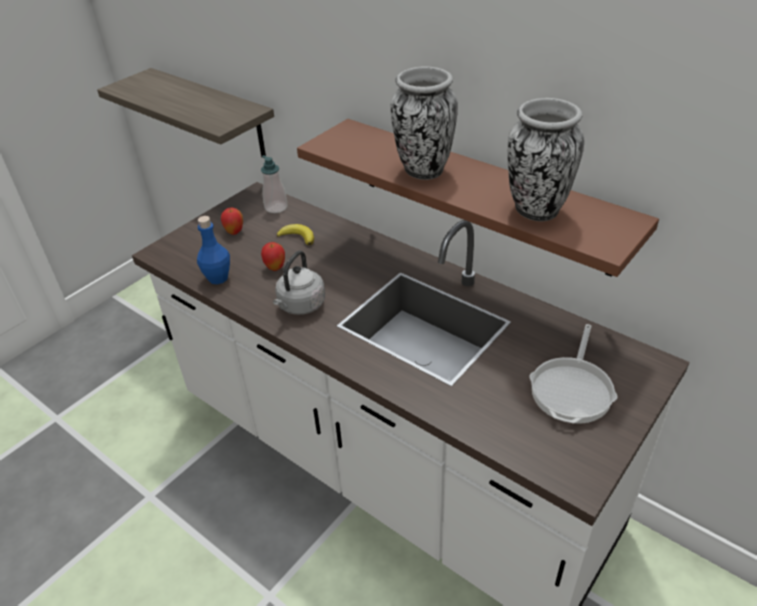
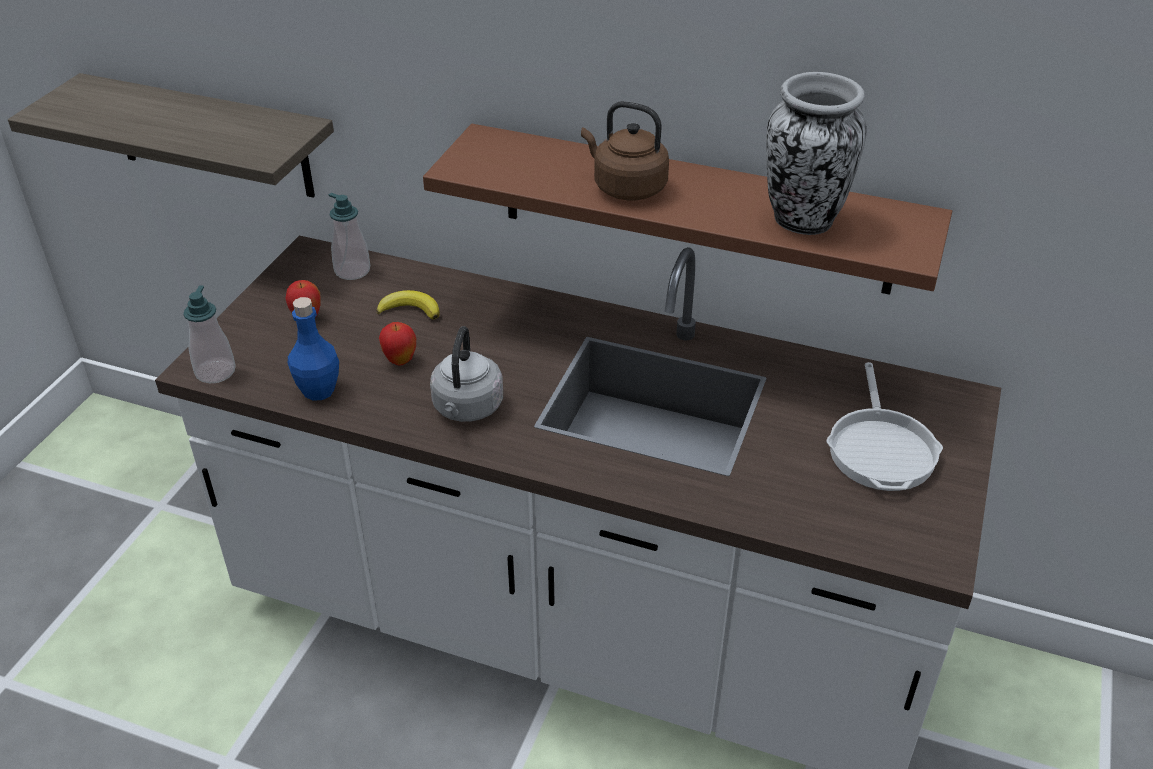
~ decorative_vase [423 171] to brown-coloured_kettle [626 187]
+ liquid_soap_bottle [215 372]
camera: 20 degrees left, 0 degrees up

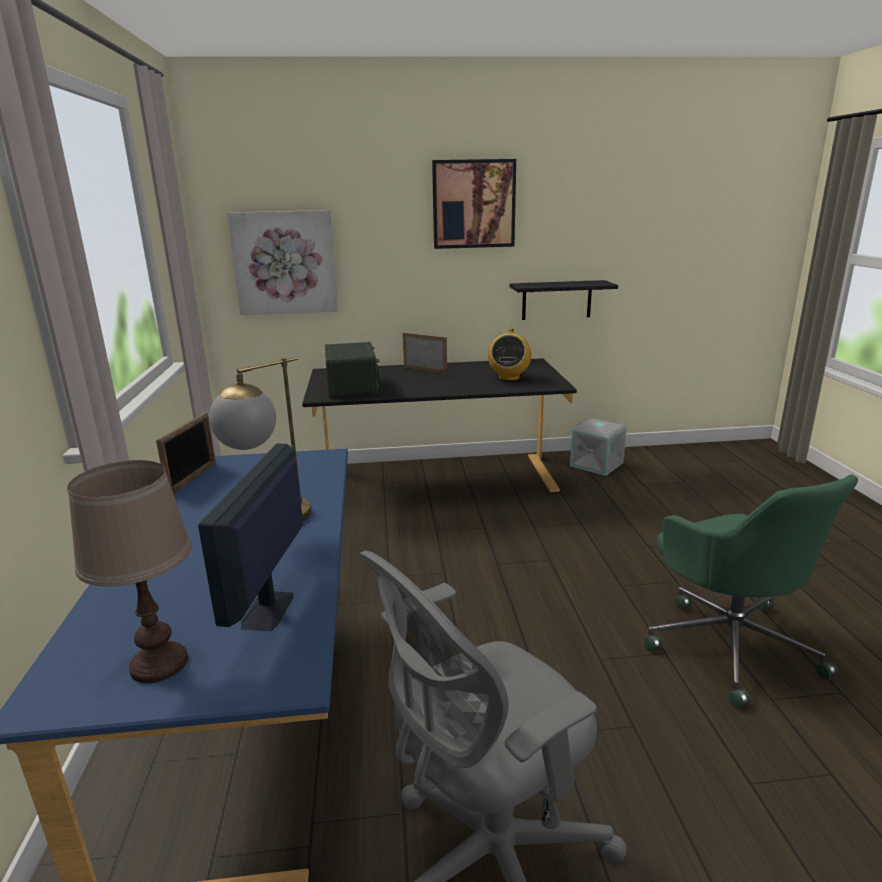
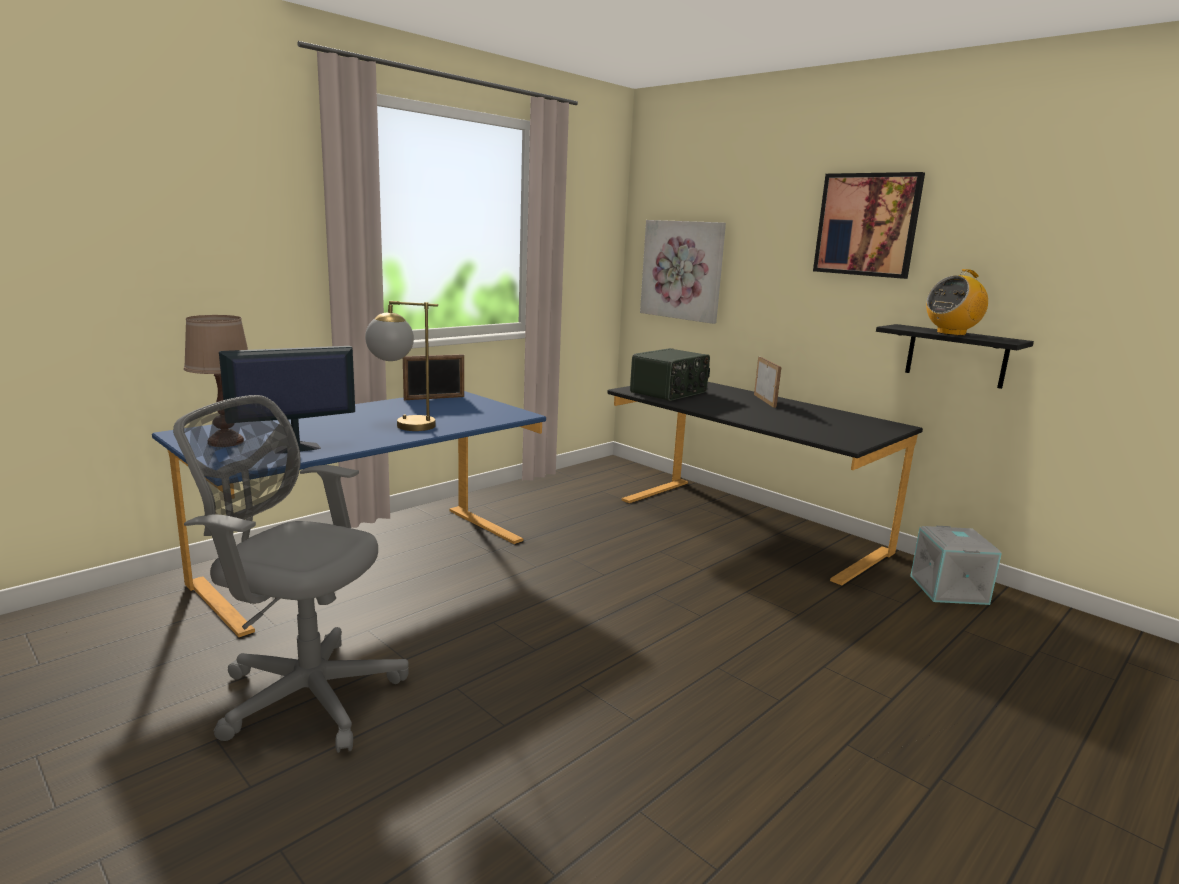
~ radio_set [509 377] to [951 333]
- greenish_computer_chair [729 643]
camera: 50 degrees right, 5 degrees down

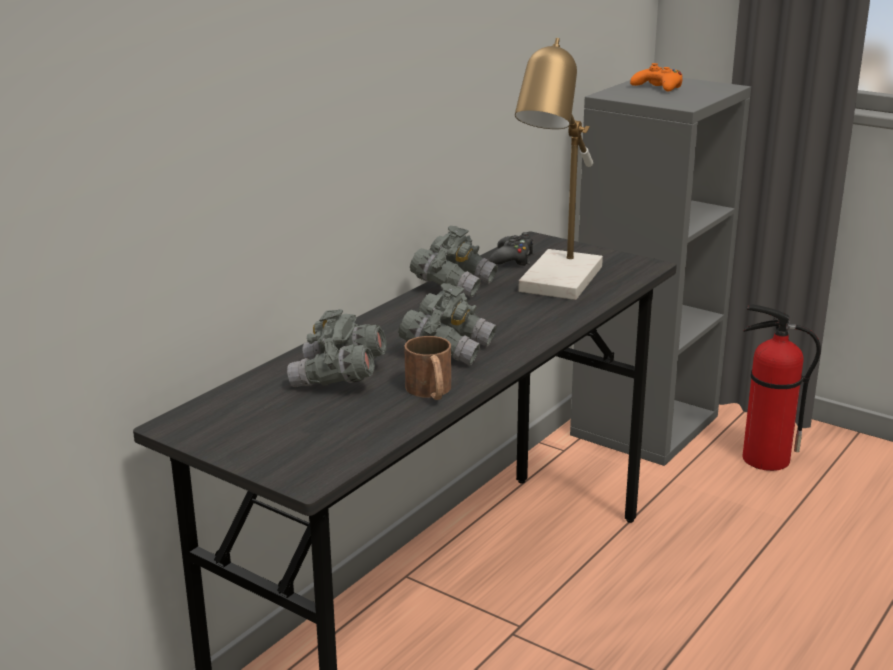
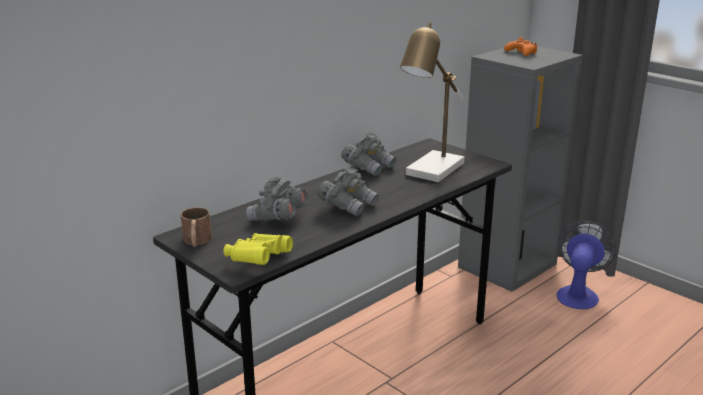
~ brown-coloured_tea_mug [431 392] to [196 242]
- black_game_controller [512 259]
~ fire-fighting_cylinder [764 459] to cooling_fan [578 293]
+ yellow_field_glasses [257 260]
camera: 10 degrees right, 0 degrees up

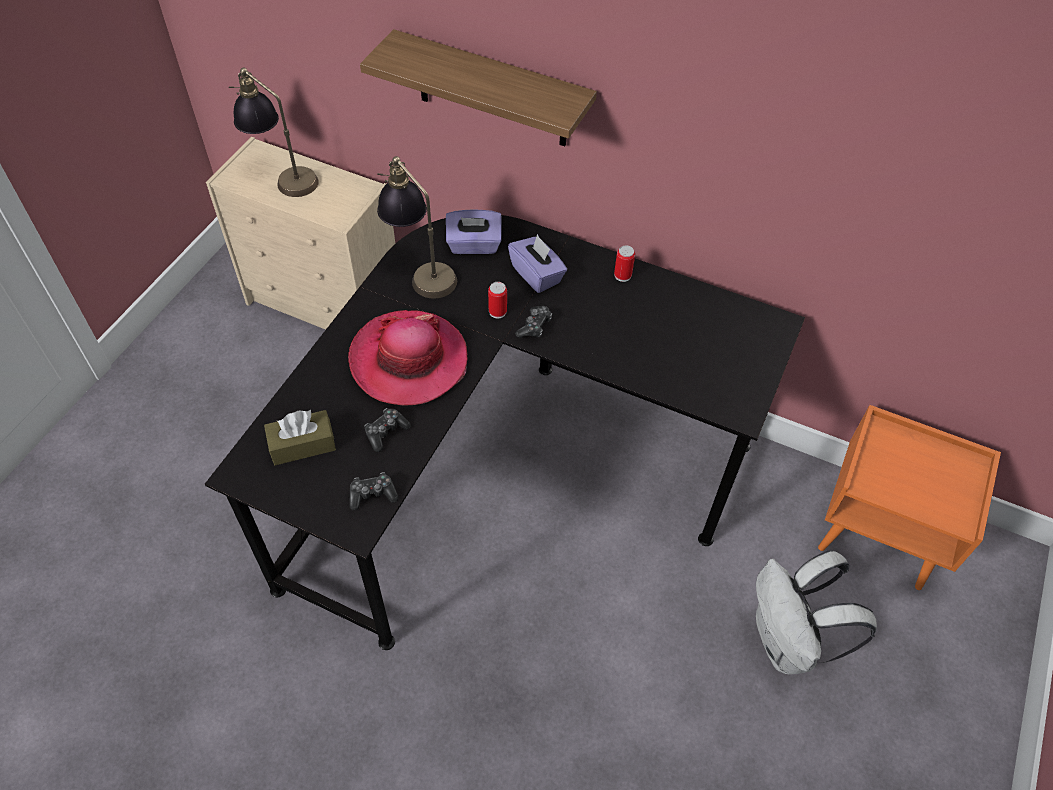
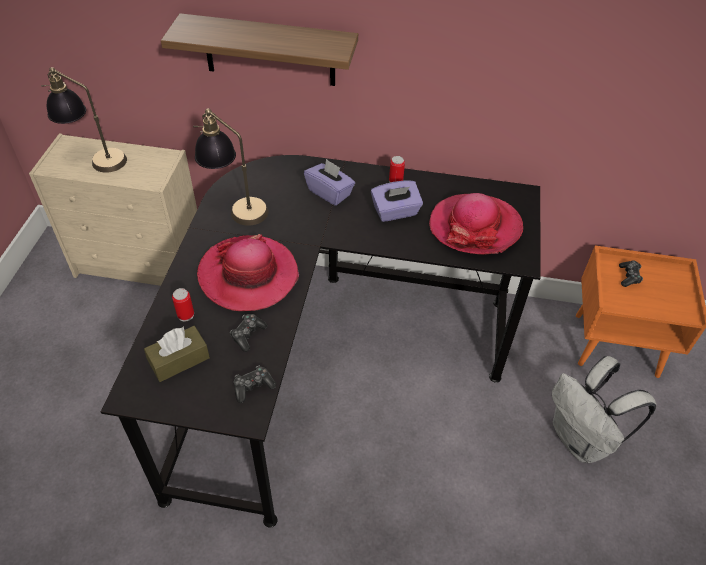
~ purplish_tissue_holder [474 245] to [395 212]
~ metal_can [497 312] to [186 315]
~ game_controller [534 326] to [629 276]
+ wearable_hat [475 226]
camera: 15 degrees left, 5 degrees down

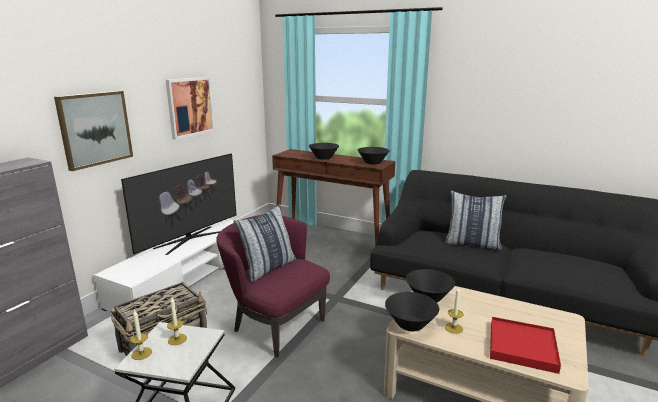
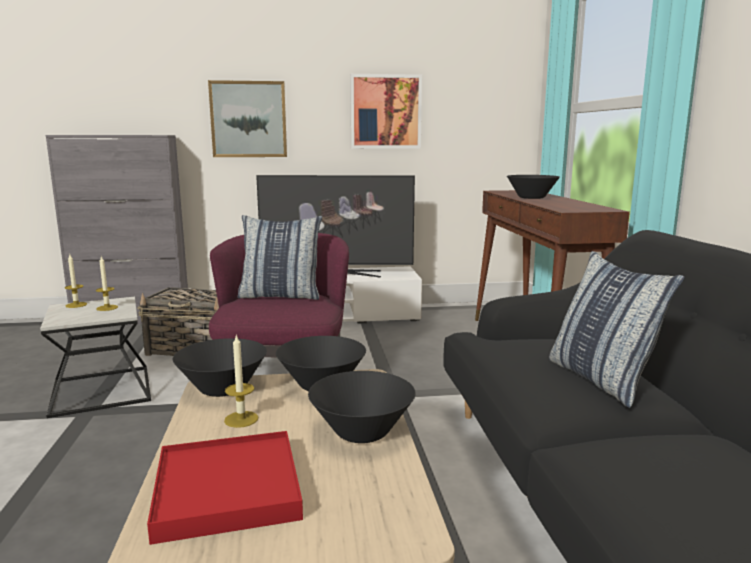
~ black_serving_bowl [373 163] to [361 432]
camera: 55 degrees right, 5 degrees down

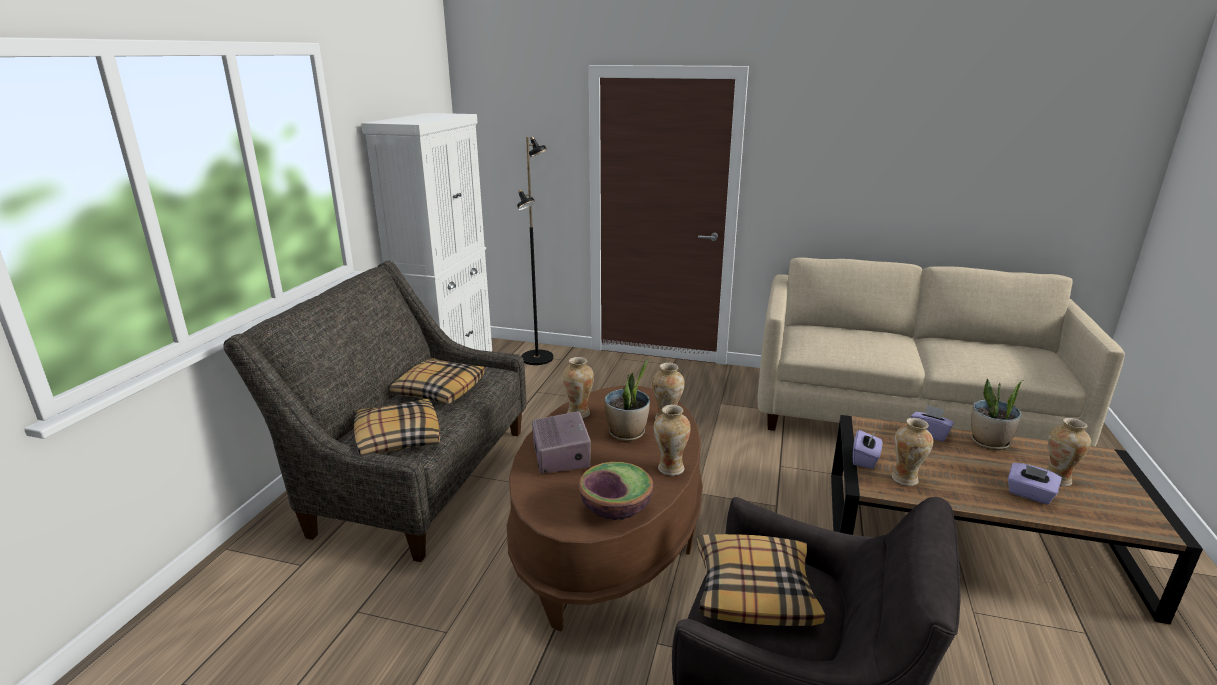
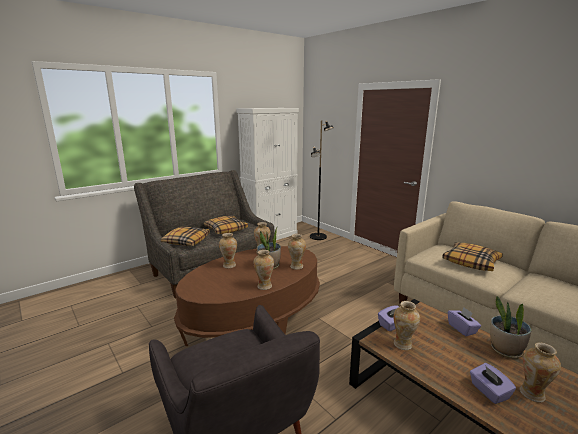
~ radio_set [561 455] to decorative_vase [229 265]
- serving_bowl [615 509]
~ cushion [754 590] to [471 262]
camera: 35 degrees right, 5 degrees down

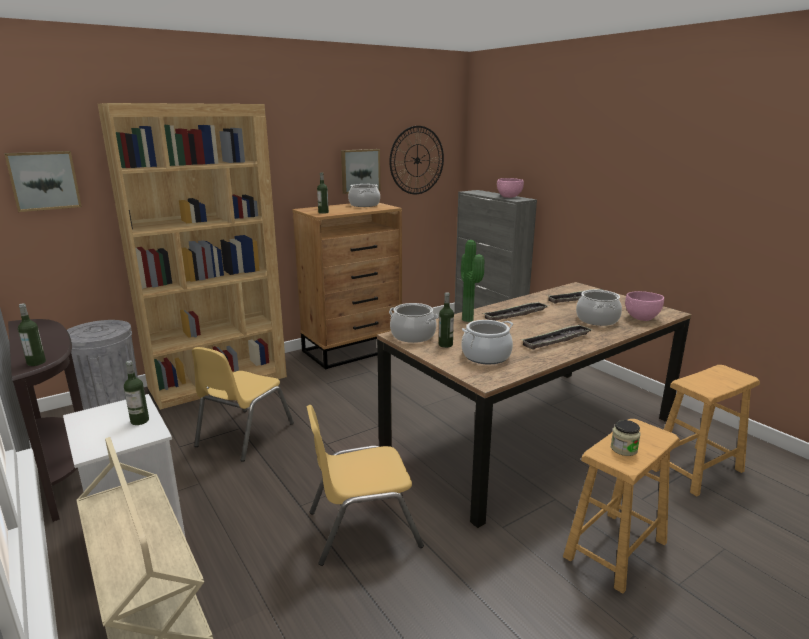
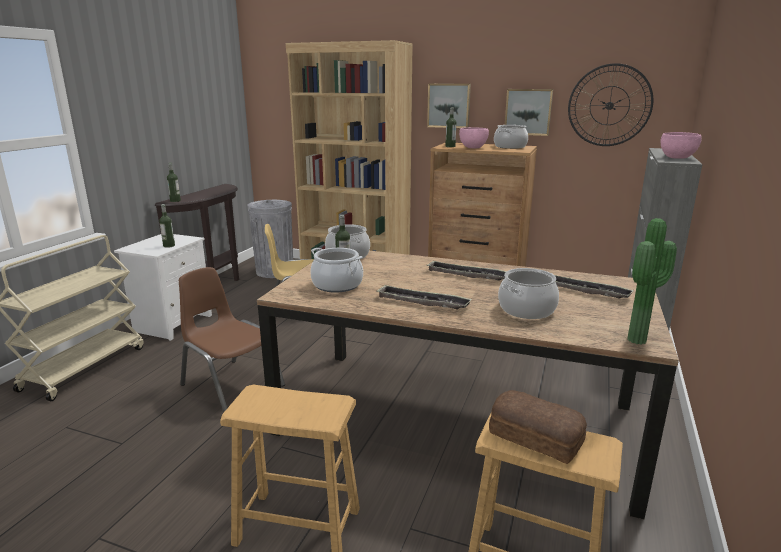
~ wall_art [44 180] to [449 105]
~ yellow_upright_chair [363 528] to brown-coloured_upright_chair [231 385]
~ potted_plant [469 319] to [640 341]
- jar [623 449]
~ pink-coloured_serving_bowl [641 318] to [473 147]
+ bakery_bread [535 436]
camera: 55 degrees right, 0 degrees up

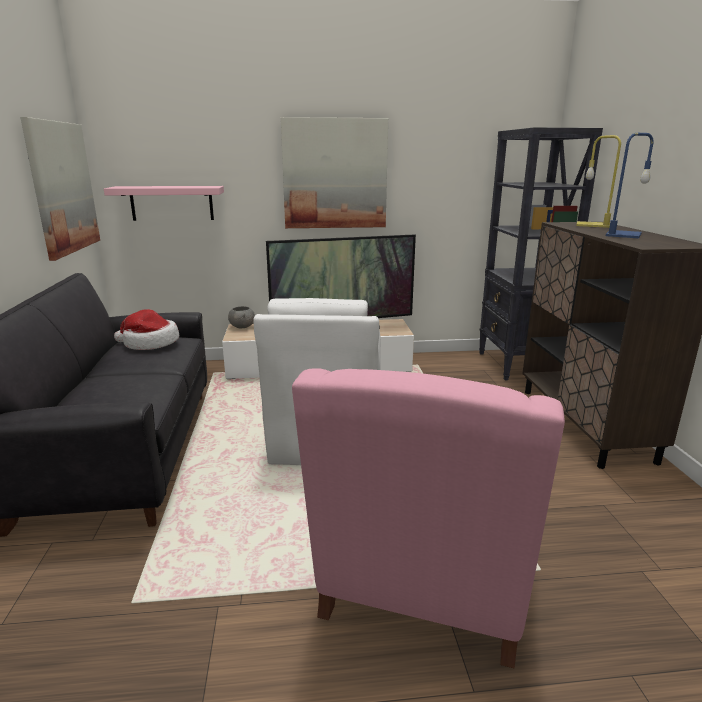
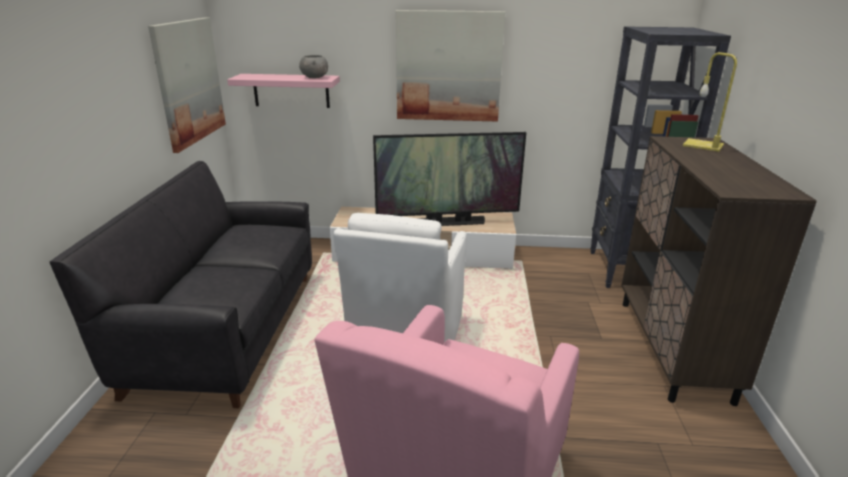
- wearable_hat [150 343]
~ greyish_serving_bowl [242 327] to [314 77]
- blue-coloured_lamp_for_a_table [624 235]
camera: 10 degrees right, 5 degrees up

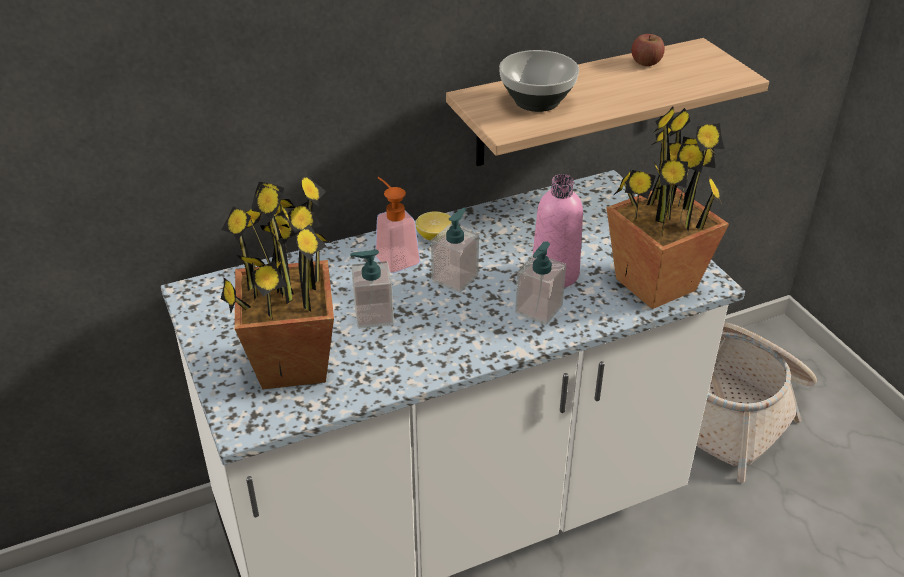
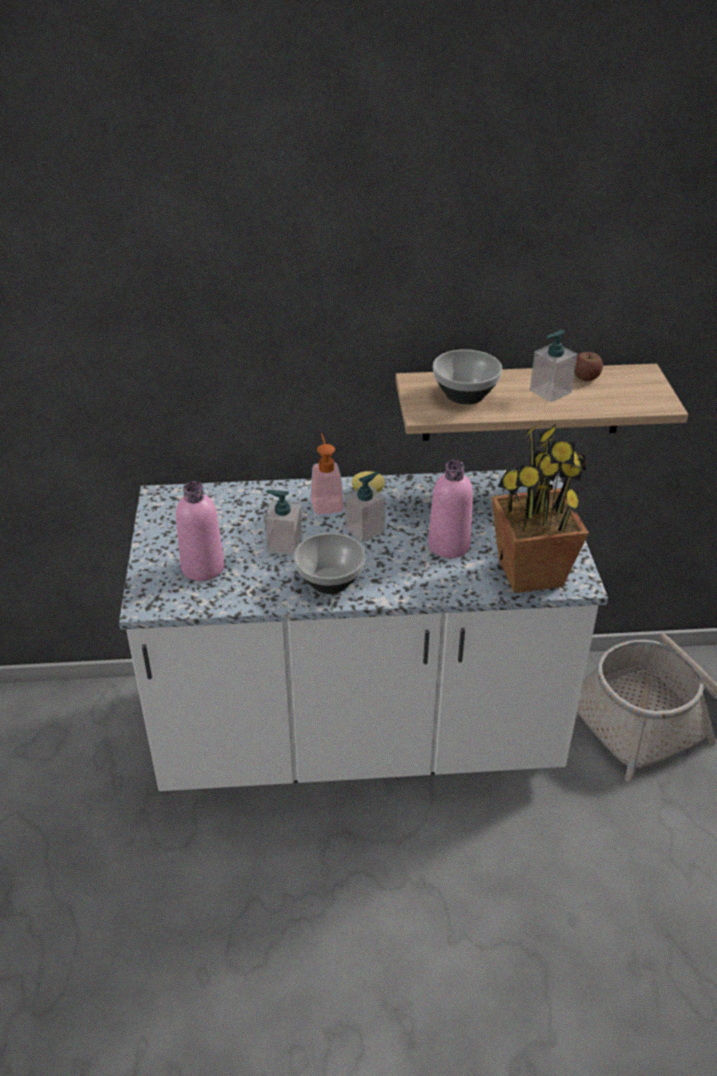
~ potted_plant [291 364] to pink-coloured_drink_bottle [203 568]
~ liquid_soap_bottle [538 309] to [550 392]
+ serving_bowl [331 581]
camera: 20 degrees right, 0 degrees up

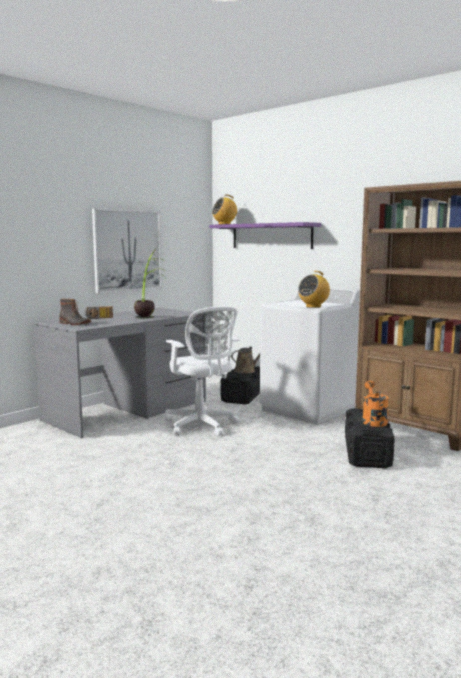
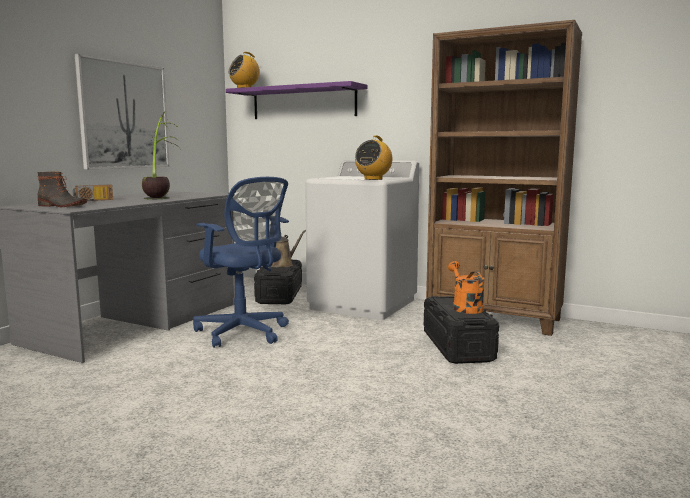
~ white_computer_chair [201 426] to blue-coloured_computer_chair [244 333]
camera: 15 degrees left, 0 degrees up

